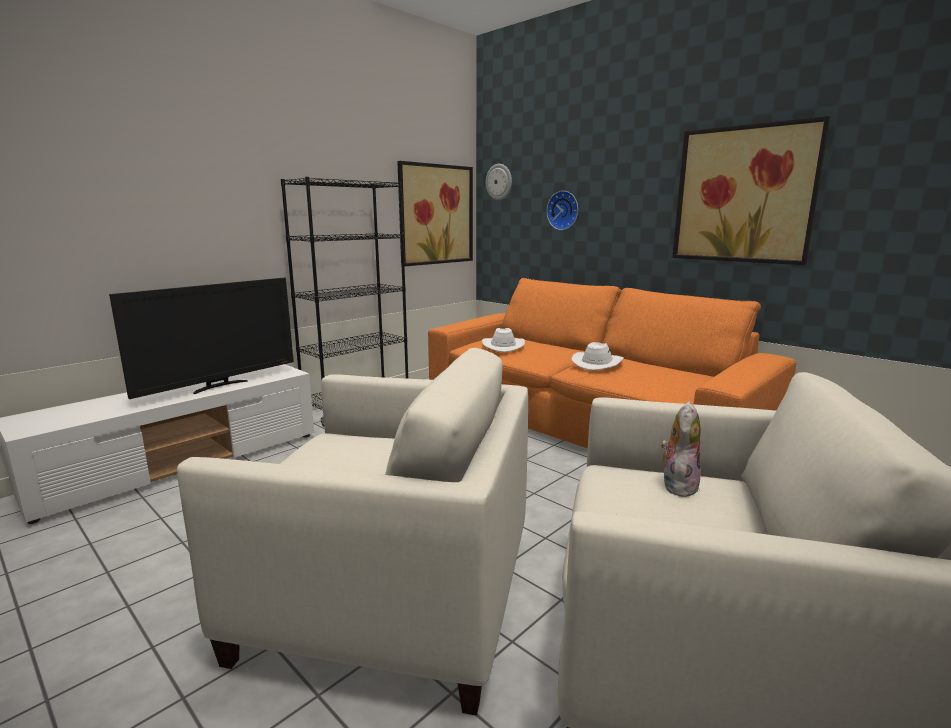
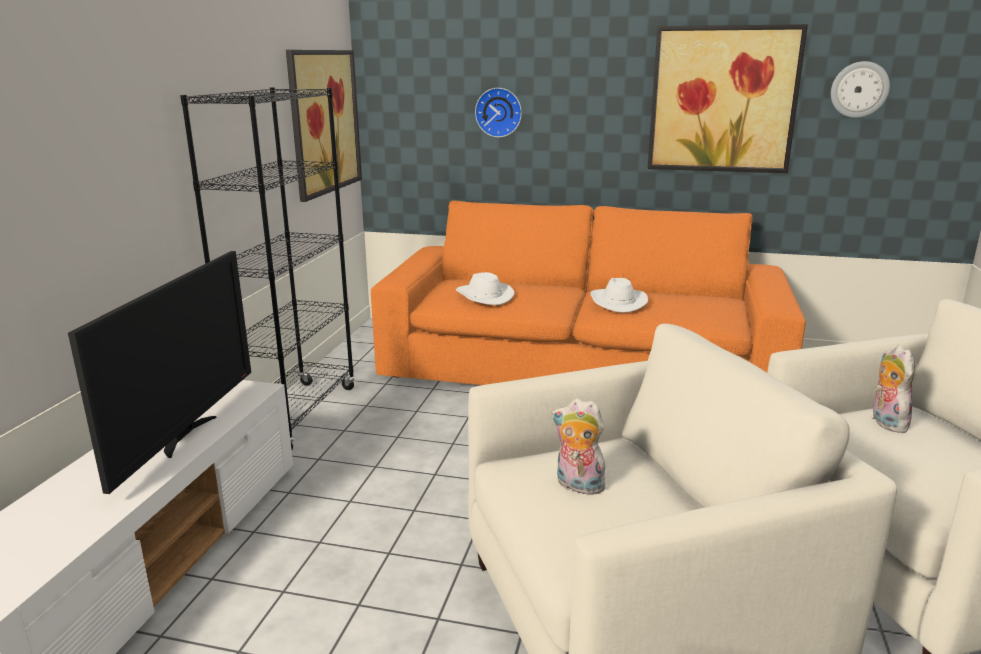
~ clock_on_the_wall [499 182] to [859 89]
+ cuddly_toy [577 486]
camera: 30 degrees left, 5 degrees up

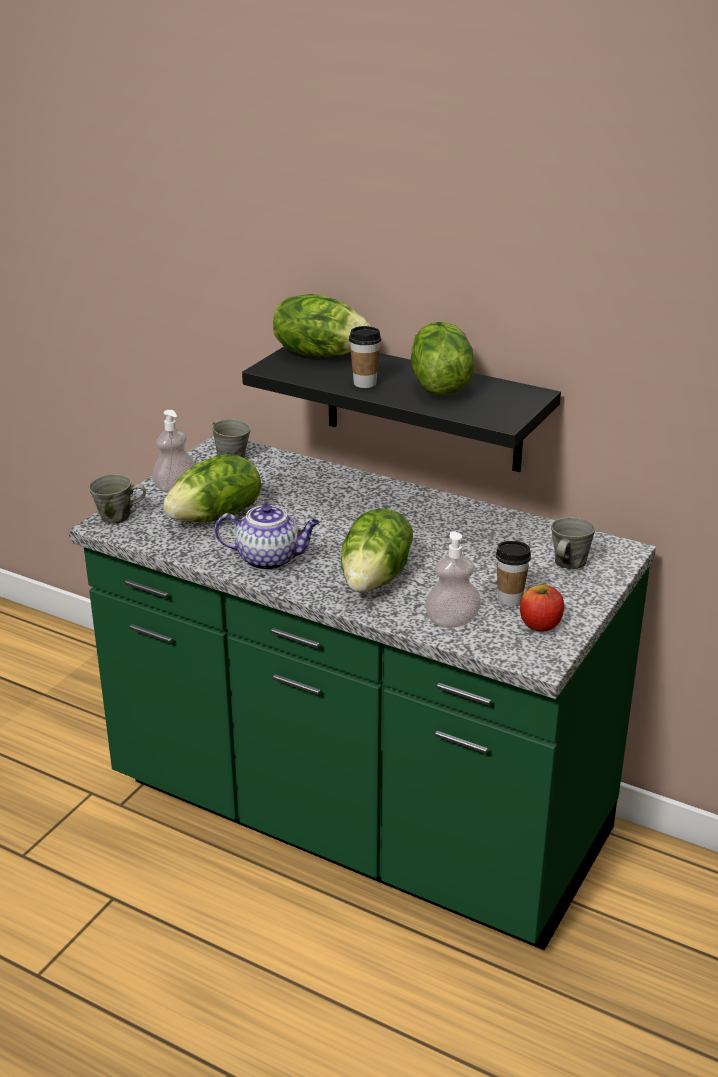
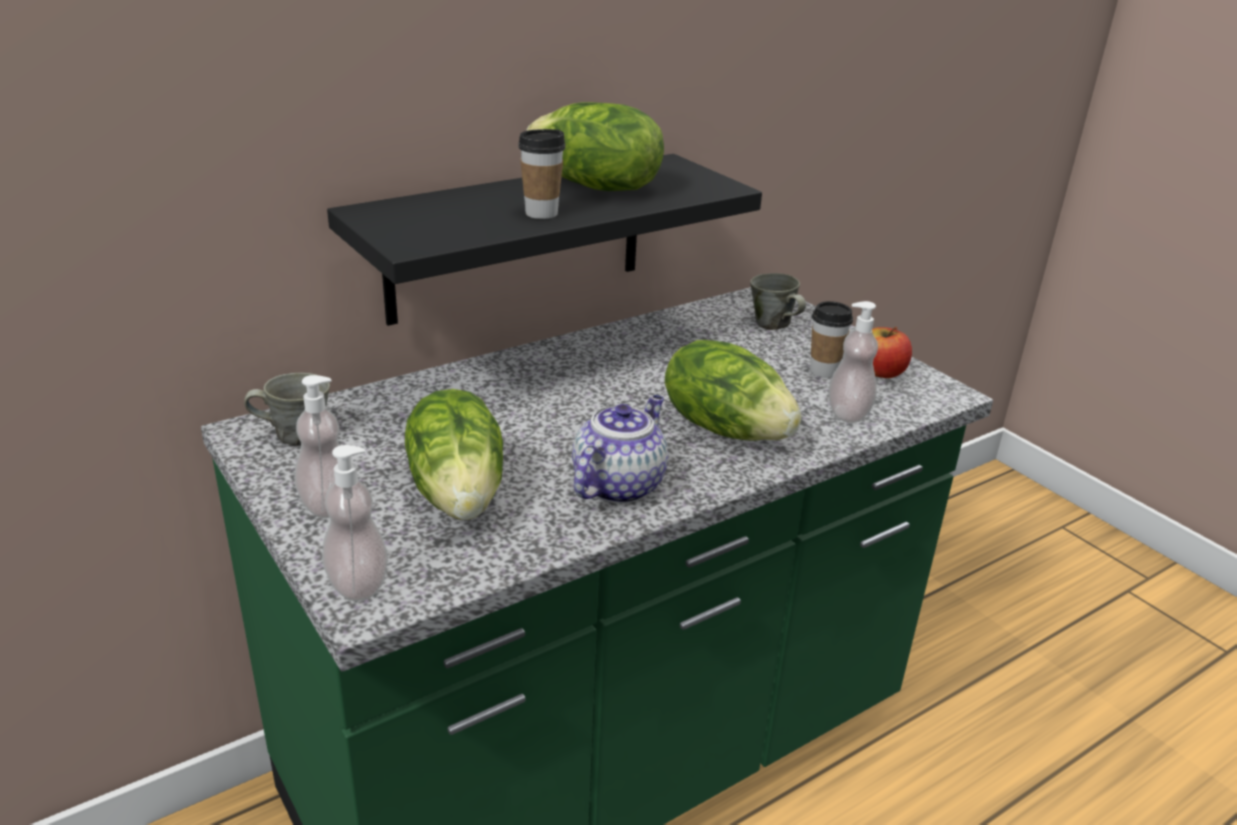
~ greyish_tea_mug [117 517] to liquid_soap_bottle [358 583]
- lettuce_head [320 354]
camera: 65 degrees left, 0 degrees up

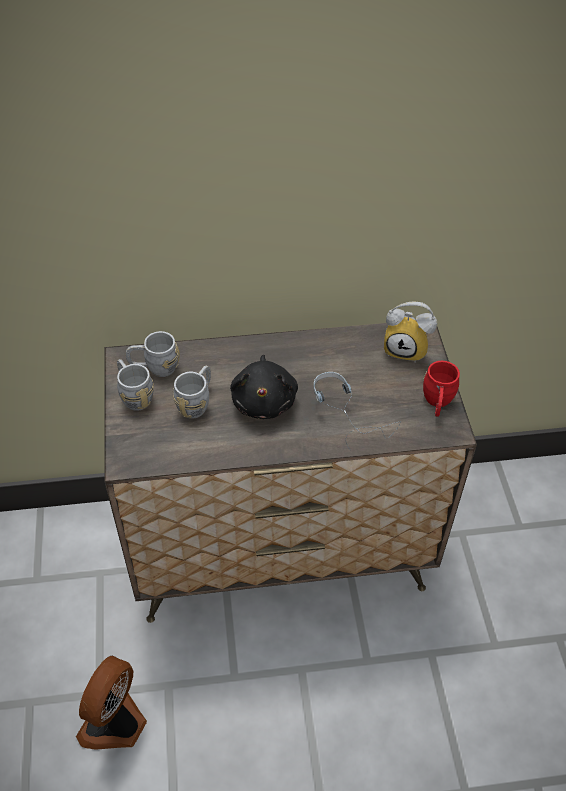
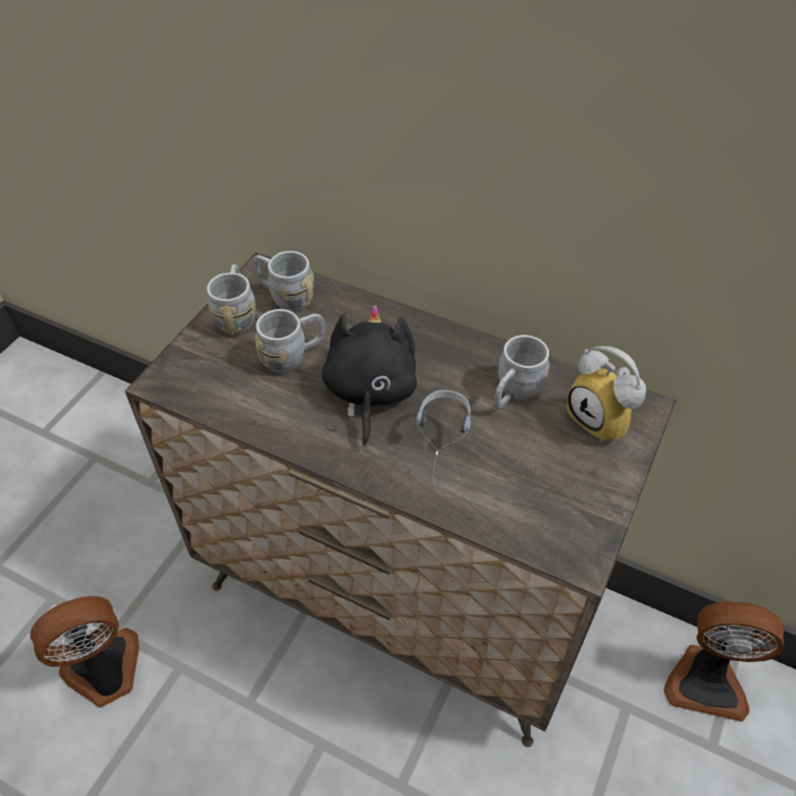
~ black_cuddly_toy [264 400] = [370 392] 150 degrees clockwise
- reddish_tea_mug [437 403]
+ greyish_tea_mug [513 394]
+ cooling_fan [706 680]
camera: 35 degrees right, 0 degrees up

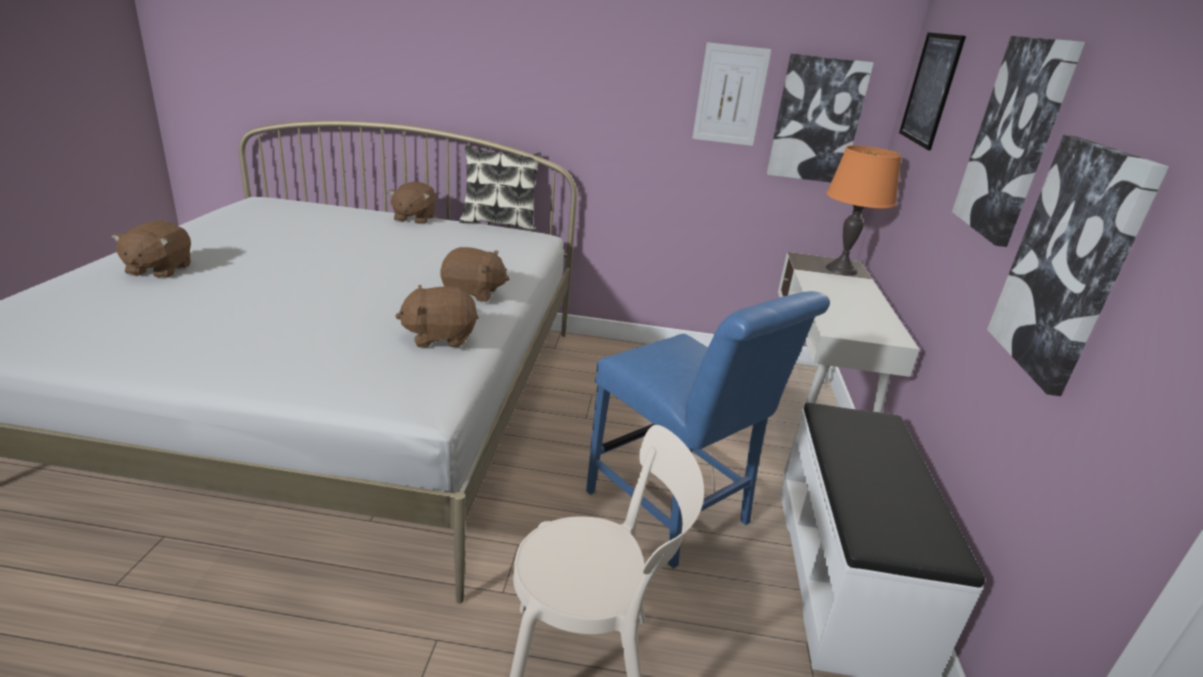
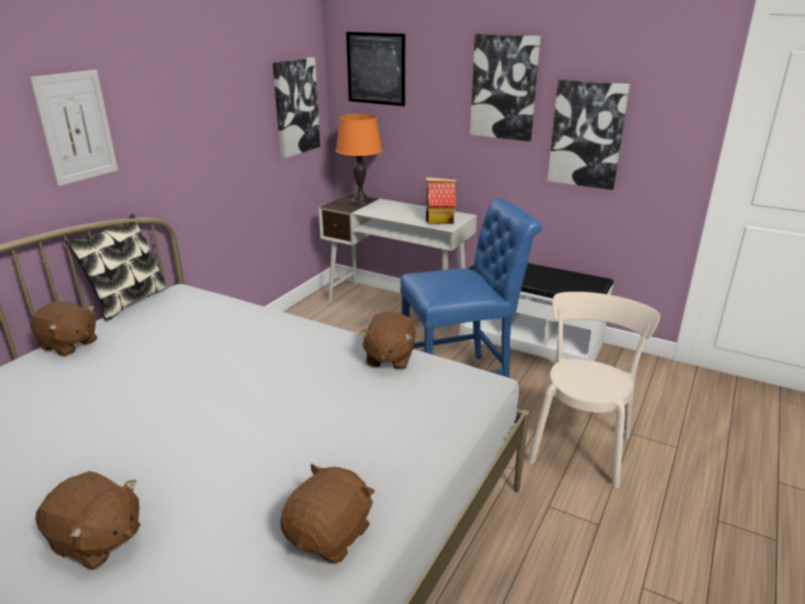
~ brown-coloured_cuddly_toy [473 293] to [330 535]
~ wall_art [730 95] to [76 127]
+ toy_house [439 220]
camera: 65 degrees left, 0 degrees up

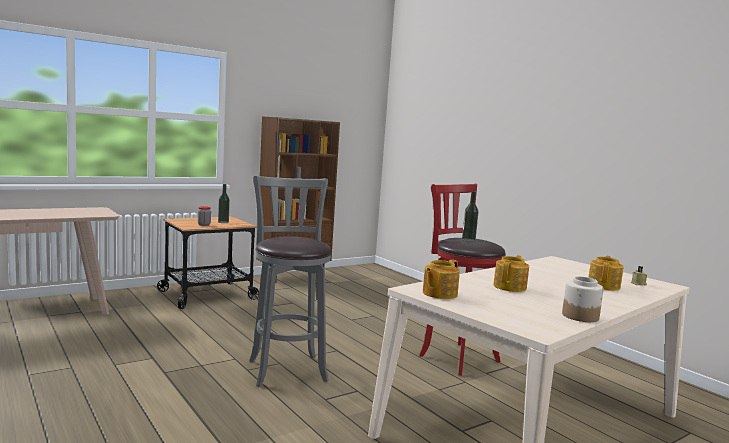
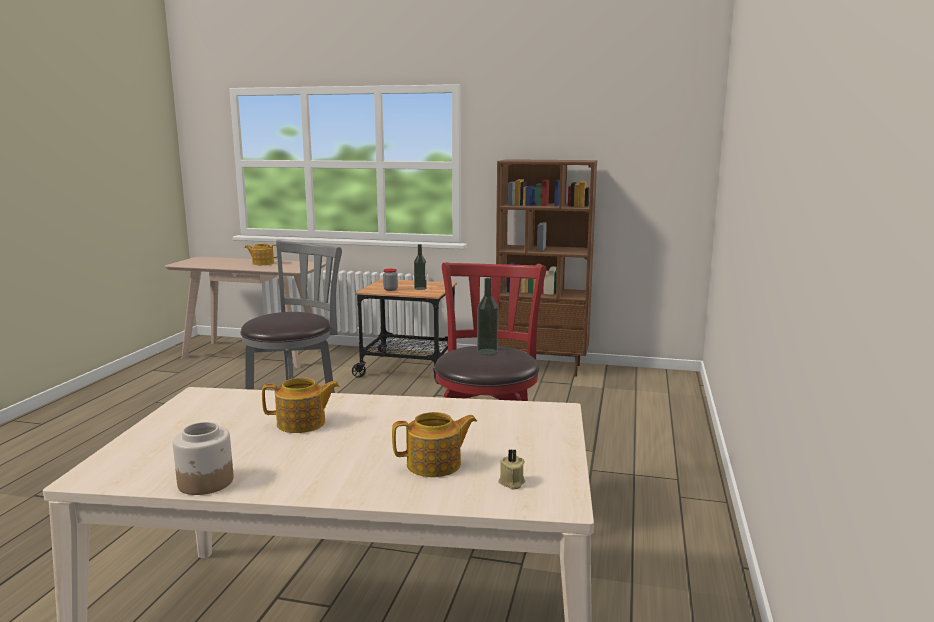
~ pot_for_tea [439 294] to [262 263]
camera: 50 degrees right, 5 degrees up

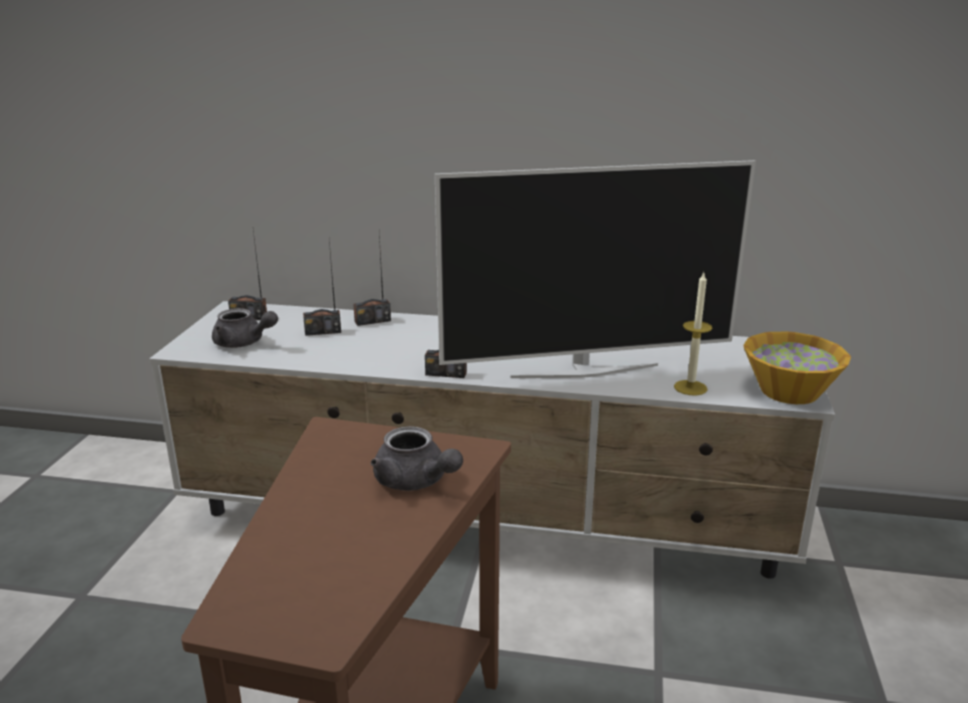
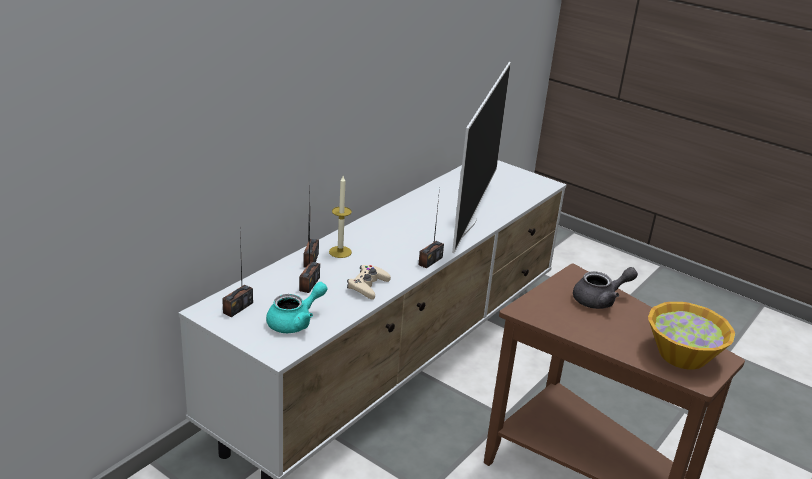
~ greyish_pot_for_tea [243 343] to blue-green_pot_for_tea [295 322]
~ wax_candle [690 387] to [340 252]
~ serving_bowl [790 391] to [682 355]
+ sand-coloured_game_controller [368 286]
camera: 65 degrees left, 5 degrees up

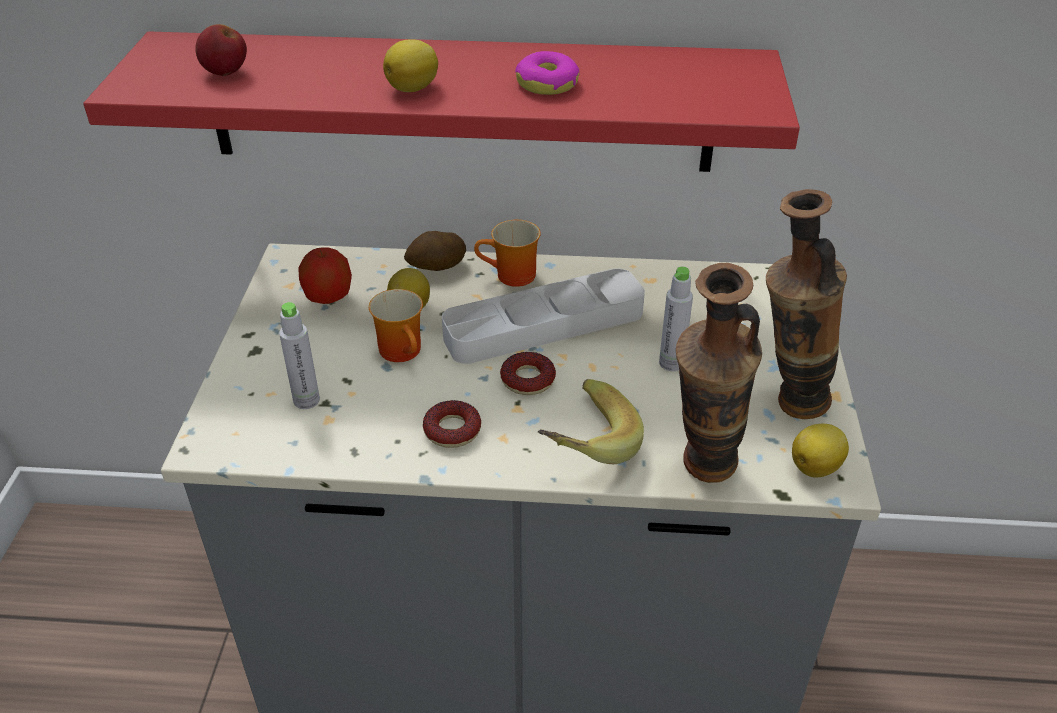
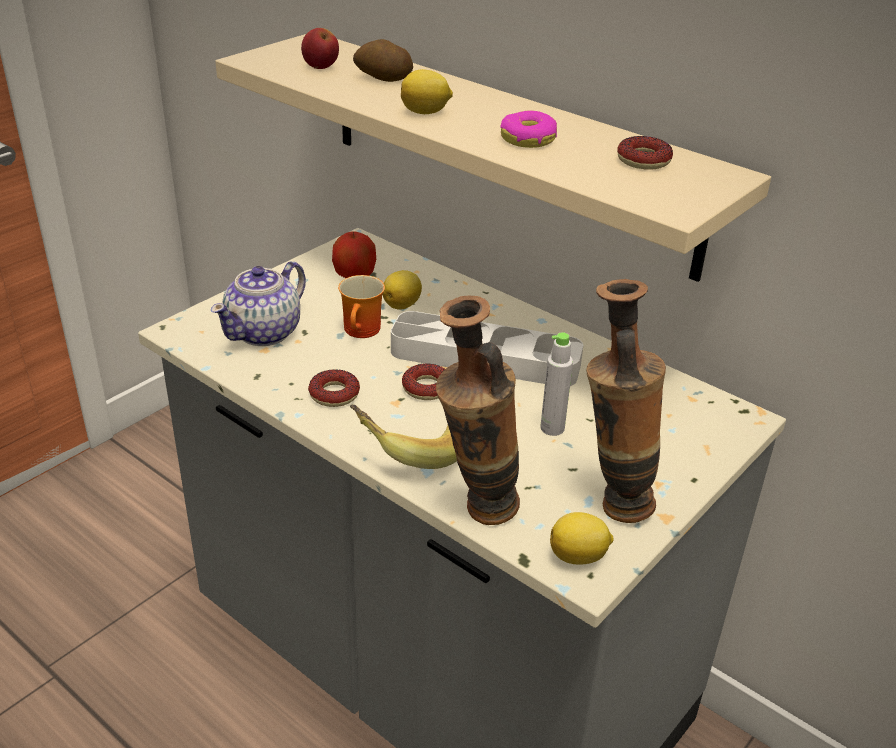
~ reddish_shelf [460 102] to sand-coloured_shelf [506 150]
~ greyish_drink_bottle [306 400] to pot_for_tea [265 332]
~ whole_potato [436 267] to [382 79]
- tea_mug [511 277]
+ doughnut [643 160]
camera: 35 degrees right, 5 degrees down

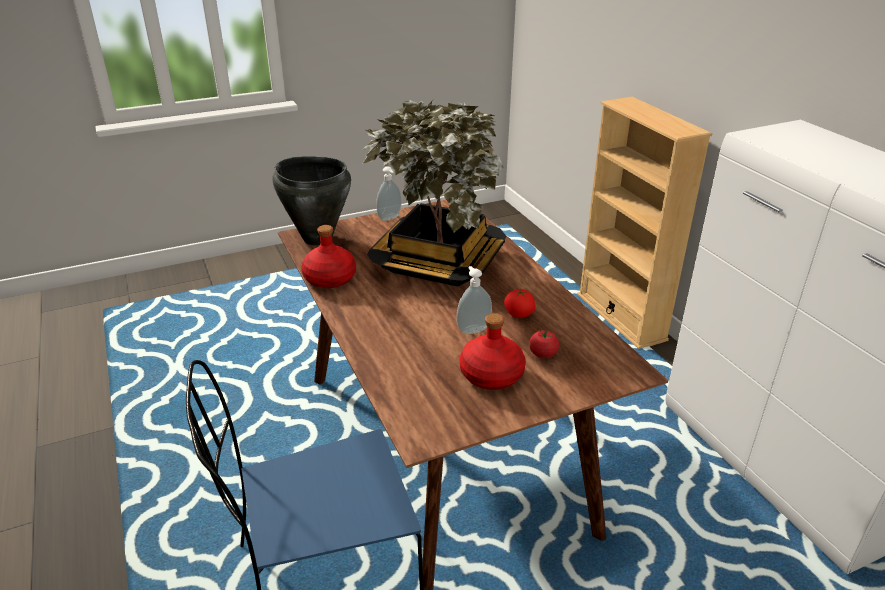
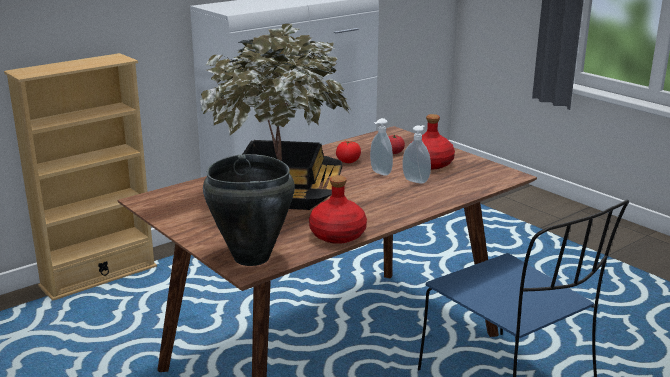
~ liquid_soap_bottle [390 218] to [416 180]
camera: 105 degrees left, 10 degrees down

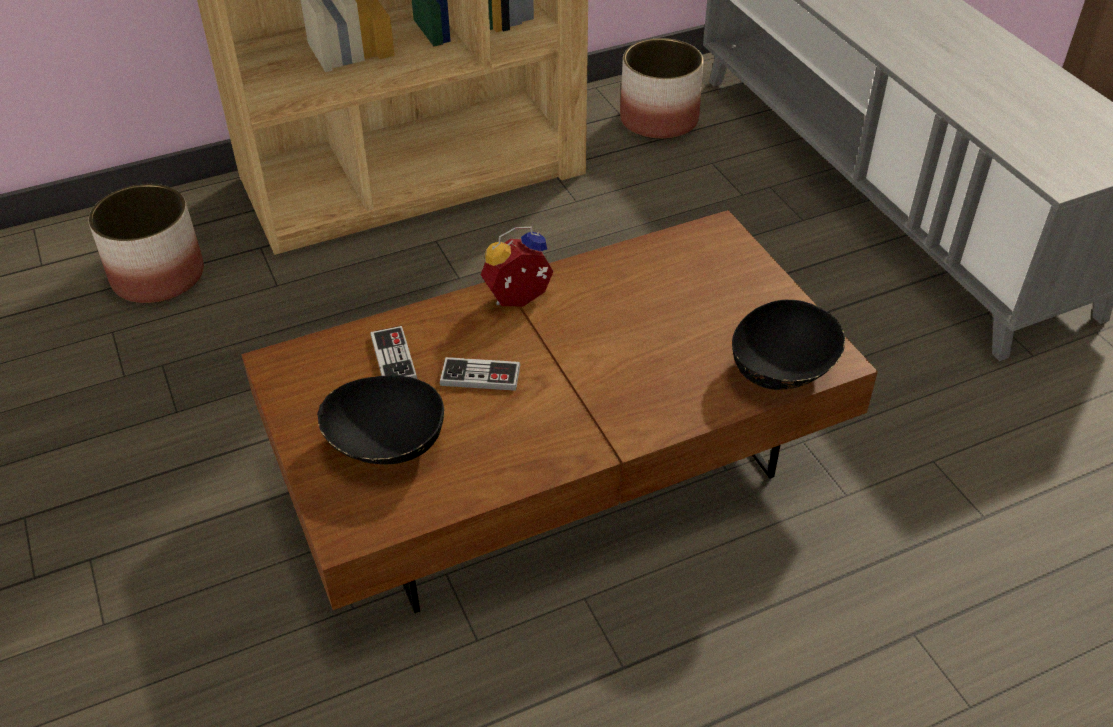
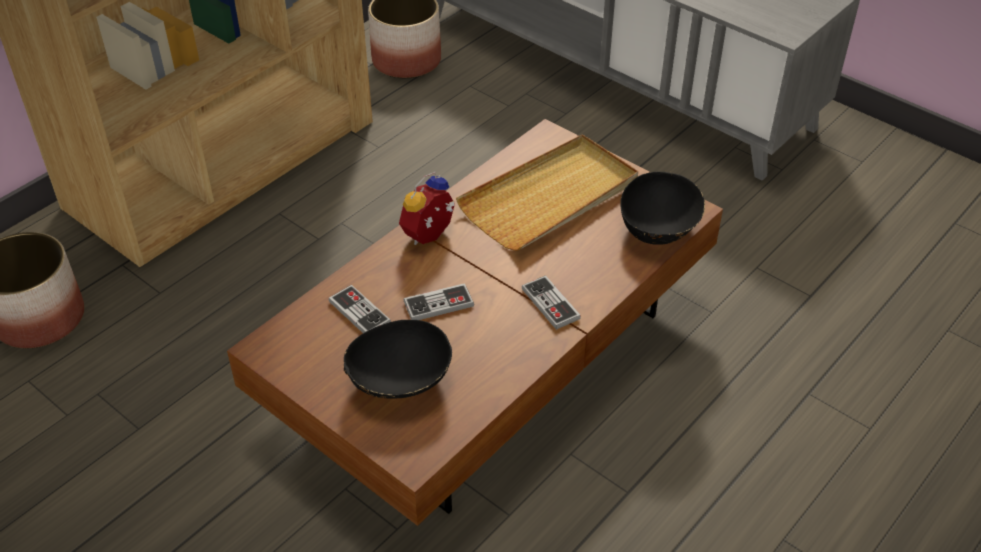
+ sand-coloured_carrying_tray [550 197]
+ game_controller [550 304]
camera: 25 degrees left, 0 degrees up

